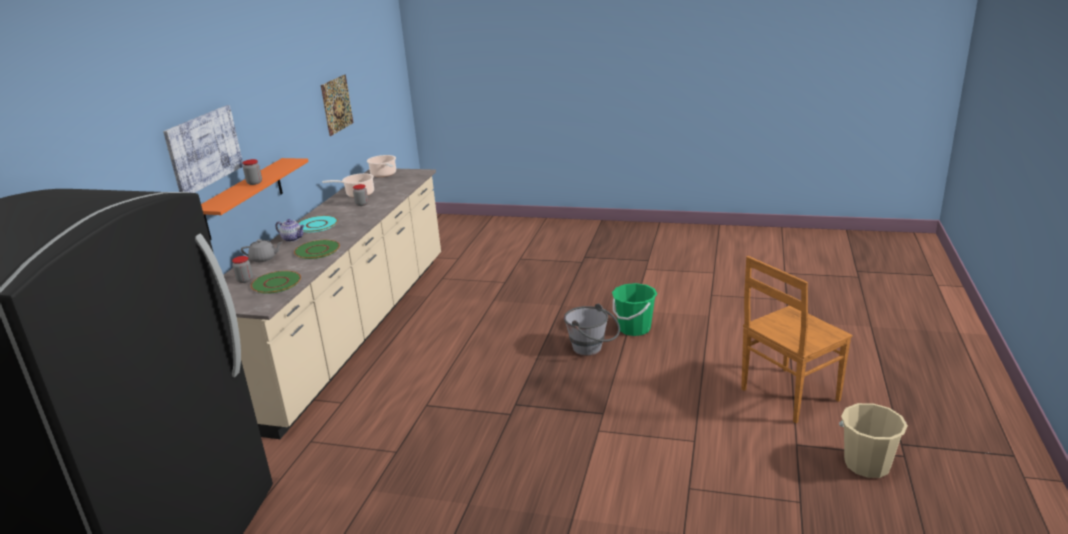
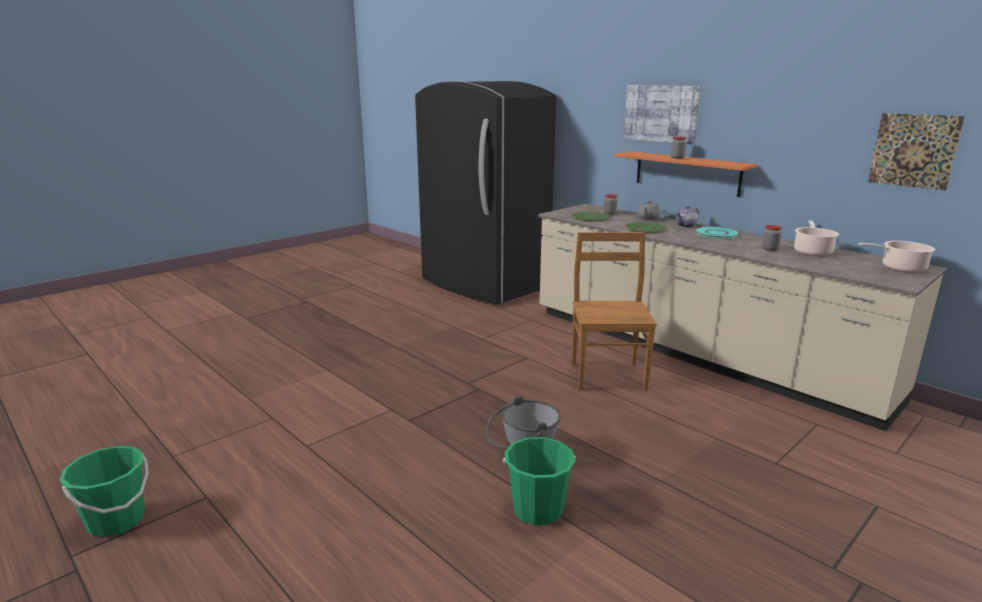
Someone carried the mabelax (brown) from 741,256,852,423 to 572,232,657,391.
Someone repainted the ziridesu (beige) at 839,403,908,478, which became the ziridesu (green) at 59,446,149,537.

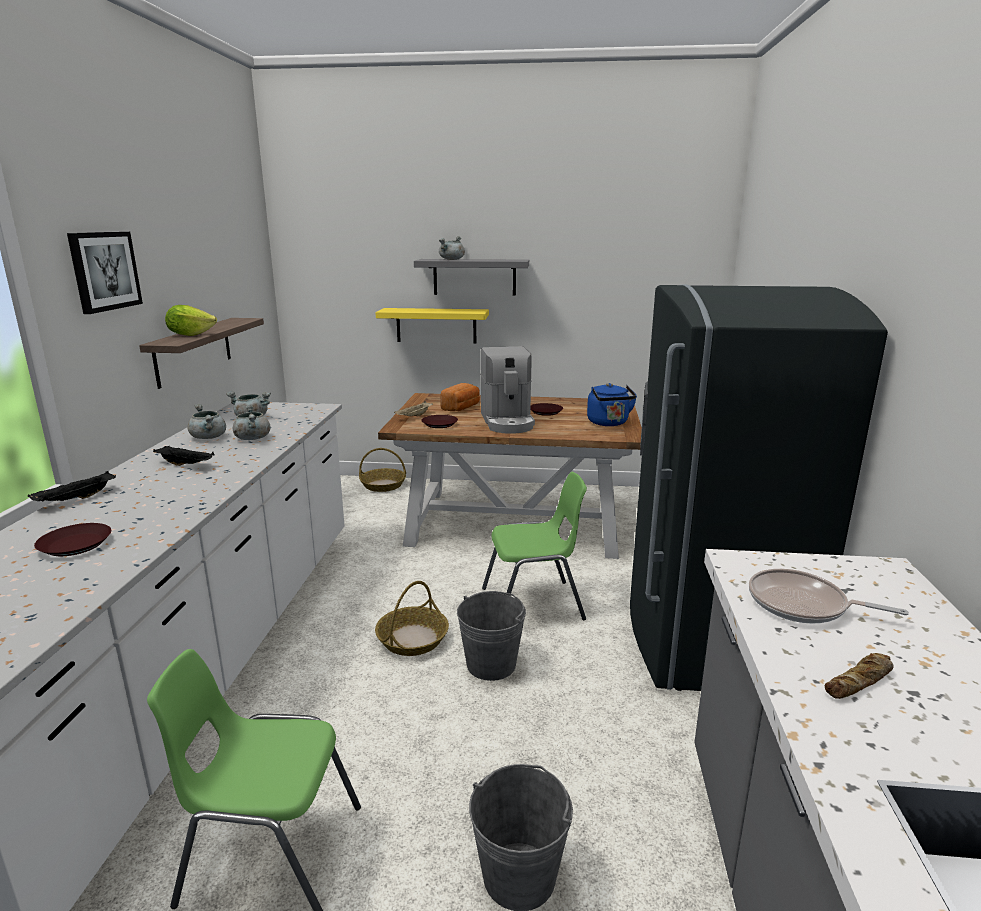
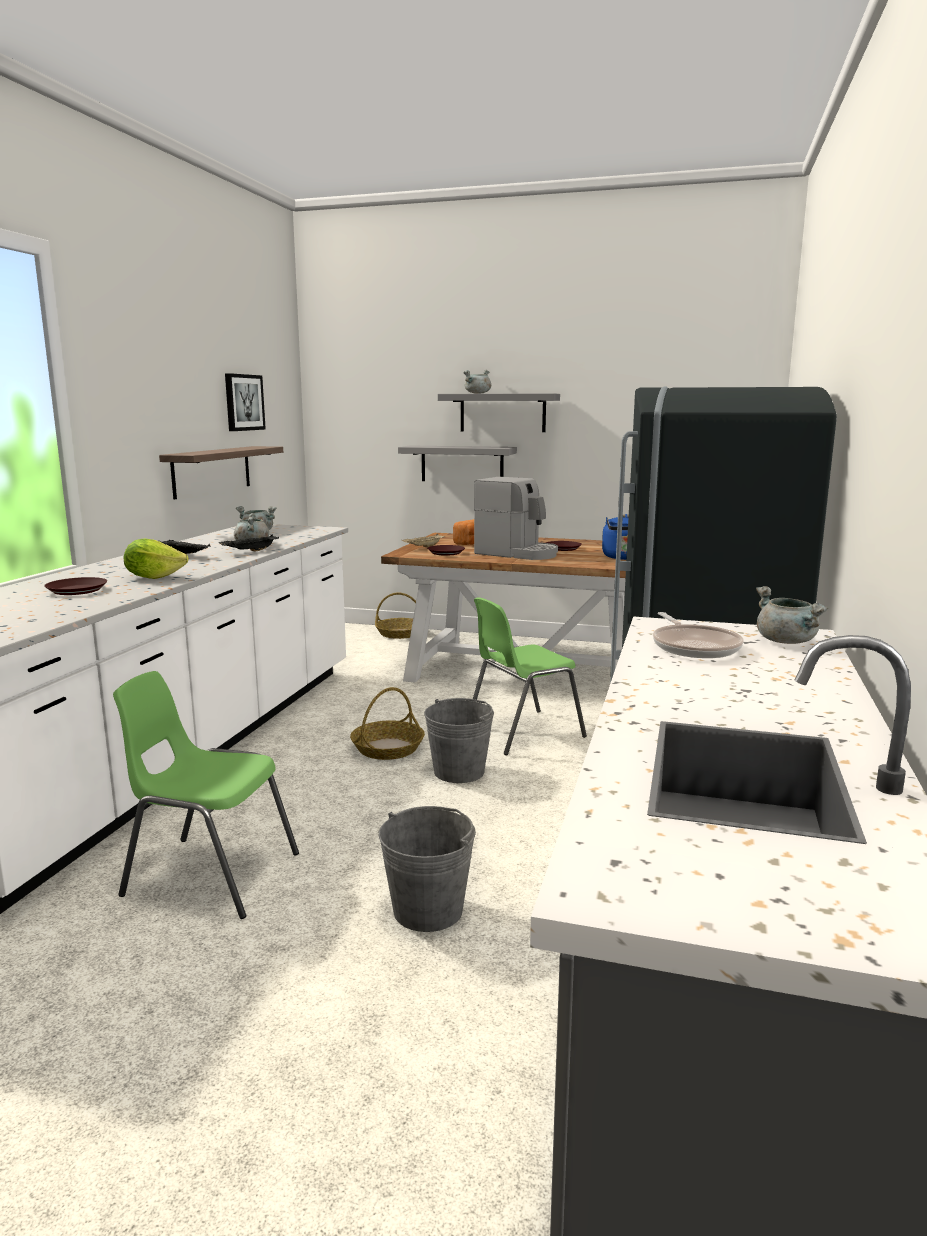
Someone carried the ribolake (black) from 28,471,116,501 to 219,534,279,552.
Someone carried the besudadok from 67,232,143,314 to 225,373,266,431.
Someone carried the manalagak from 165,305,217,336 to 123,539,189,579.
Someone carried the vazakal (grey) from 187,404,226,439 to 756,586,828,644.
Someone repainted the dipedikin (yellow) at 375,308,489,343, which became the dipedikin (grey) at 398,445,517,481.
Someone rotated the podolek at 480,346,535,434 by 60 degrees counterclockwise.
Someone rotated the mabelax (green) at 482,472,587,620 by 150 degrees clockwise.
Someone rotated the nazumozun at 749,569,909,624 by 135 degrees counterclockwise.
Someone took away the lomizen at 824,653,893,699.

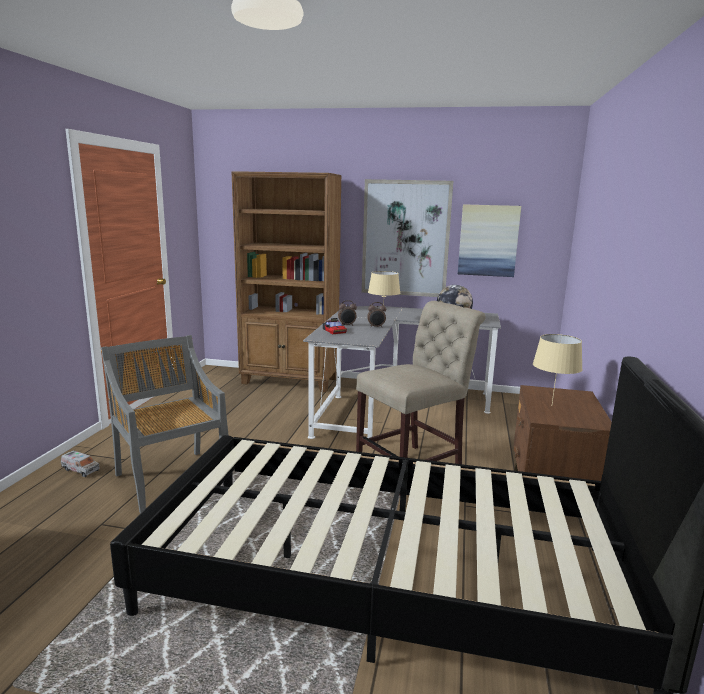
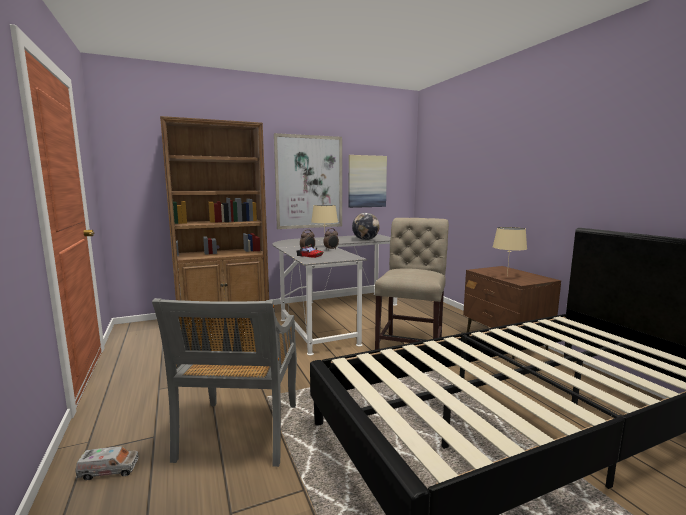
Someone rotated the mabelax (grey) at 101,335,228,514 by 105 degrees counterclockwise.

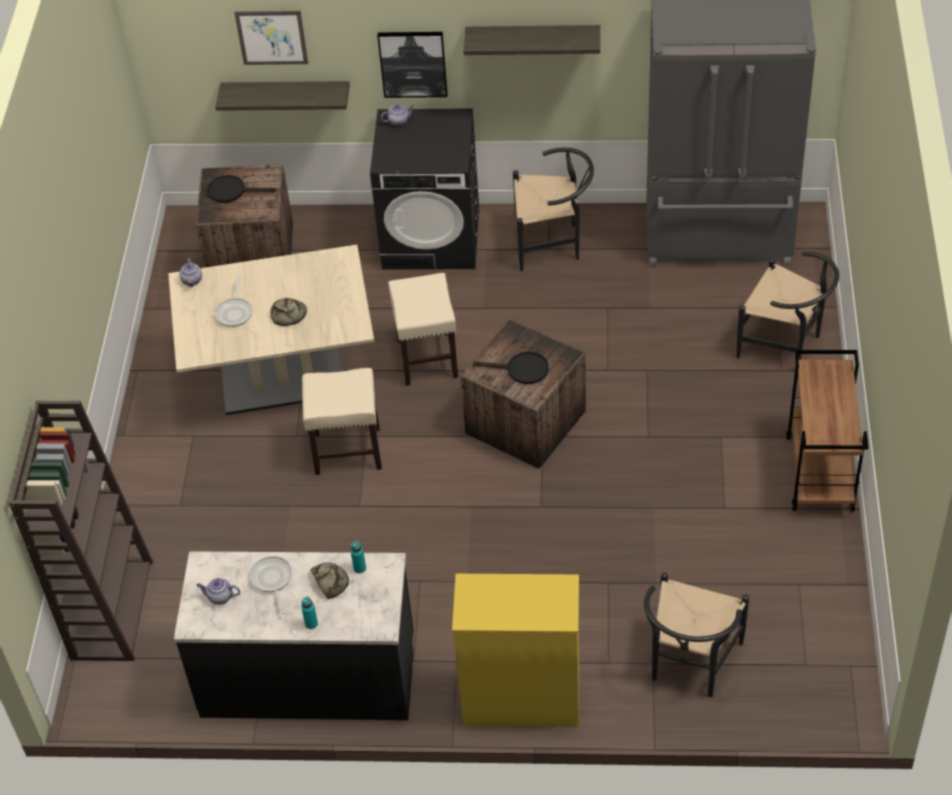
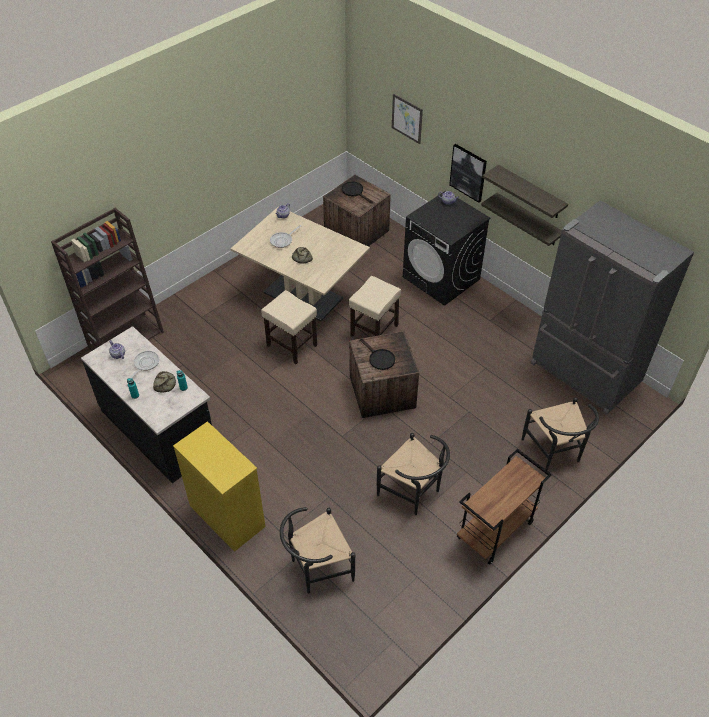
Someone carried the dipedikin from 215,81,350,111 to 481,193,562,246.
Someone carried the mabelax (black) from 513,147,594,271 to 377,433,450,515.

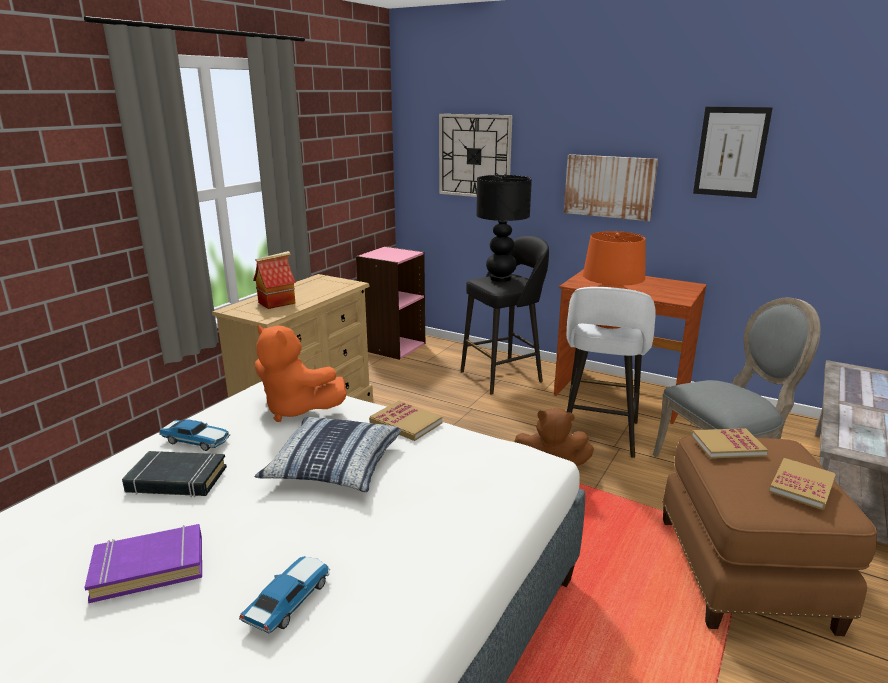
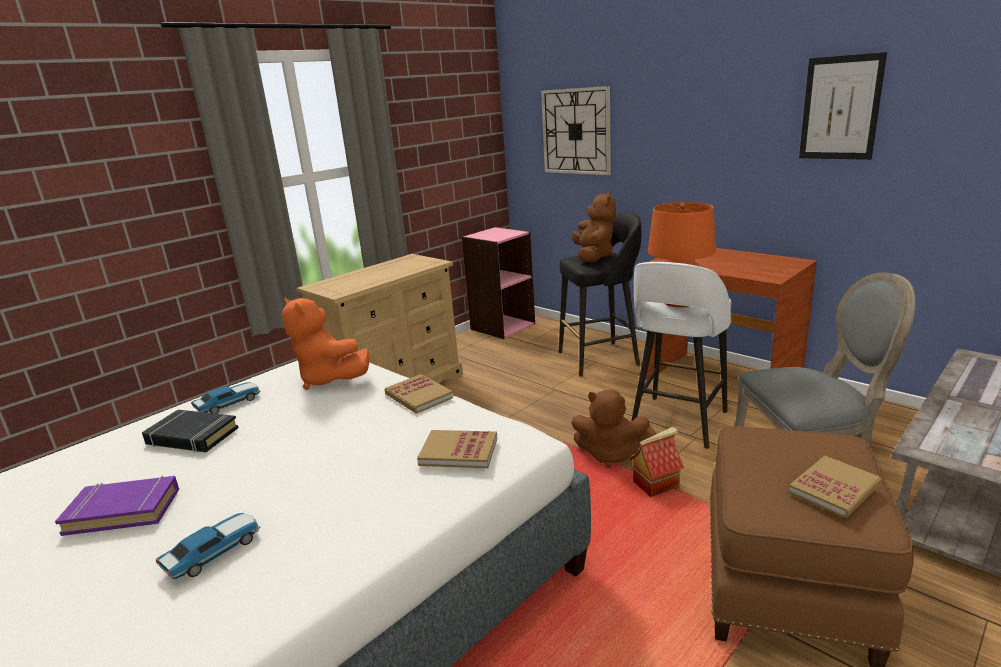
Someone rotated the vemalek at 159,420,230,451 by 75 degrees counterclockwise.
Someone carried the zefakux from 253,251,296,309 to 630,427,684,497.
Someone took away the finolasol at 254,417,401,492.
Someone swapped the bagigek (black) at 476,174,532,282 for the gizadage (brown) at 572,191,616,262.
Someone took away the besudadok at 564,154,658,221.
Someone carried the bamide from 692,428,768,459 to 417,430,497,468.

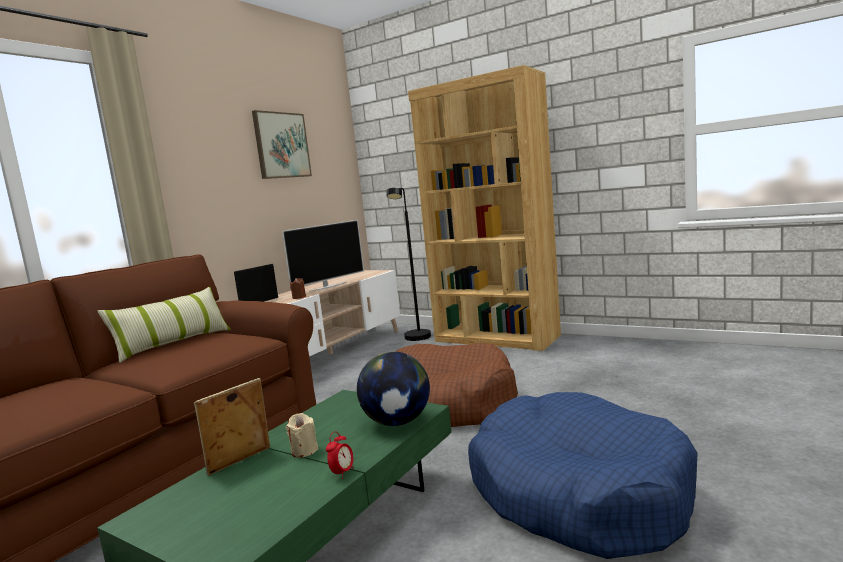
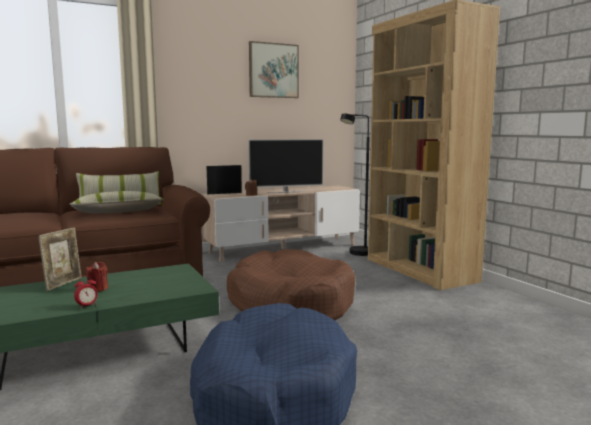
Someone rotated the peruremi at 194,378,270,476 by 120 degrees clockwise.
Someone repainted the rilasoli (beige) at 286,413,318,458, which became the rilasoli (red) at 86,262,108,292.
Someone took away the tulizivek at 357,352,430,426.
Someone put down the finolasol at 69,191,164,213.

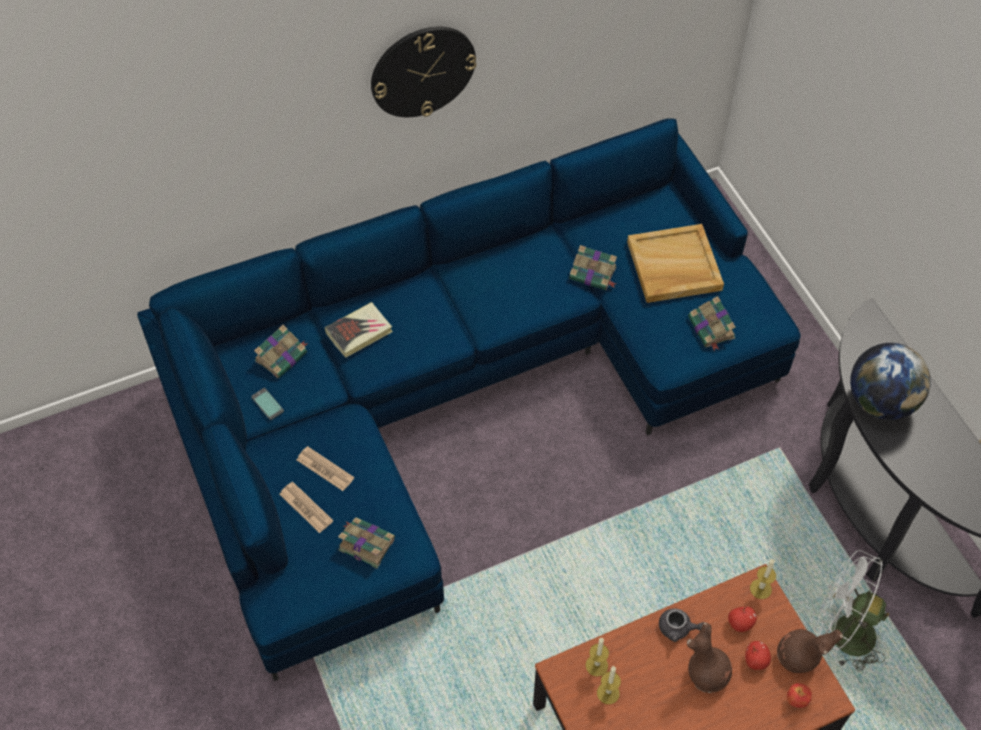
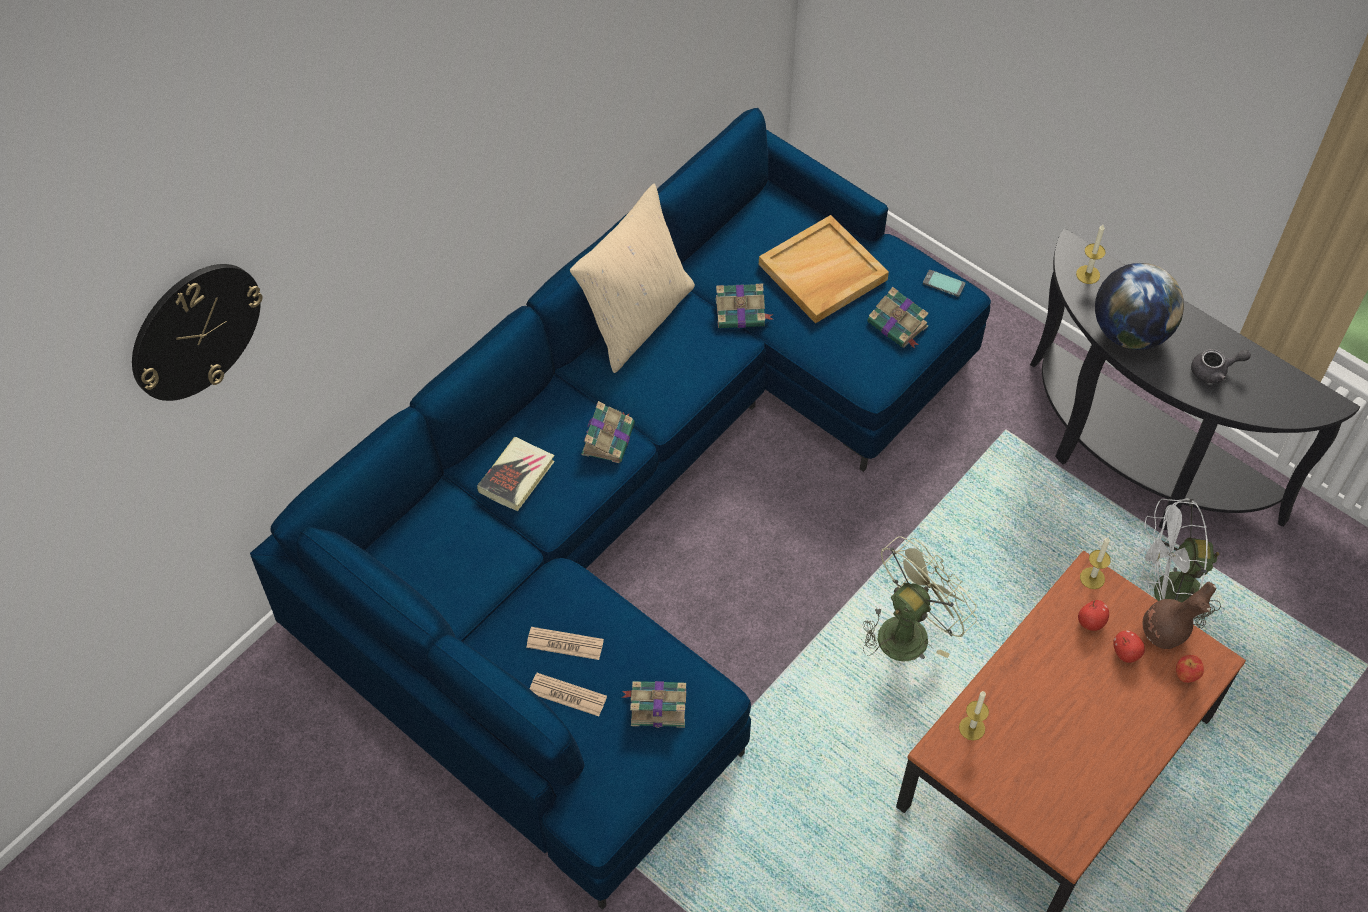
Someone carried the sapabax from 251,388,284,420 to 923,270,965,297.
Someone carried the bamide from 254,325,308,378 to 581,401,635,463.
Someone carried the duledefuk from 371,26,477,117 to 132,264,263,401.
Someone carried the rilasoli from 597,666,621,704 to 1076,225,1105,284.
Someone carried the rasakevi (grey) from 659,608,706,642 to 1191,349,1251,384.
Someone took away the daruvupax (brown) at 687,623,732,693.
Someone put down the finolasol (beige) at 570,184,695,373.
Someone put down the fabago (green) at 863,536,977,661.

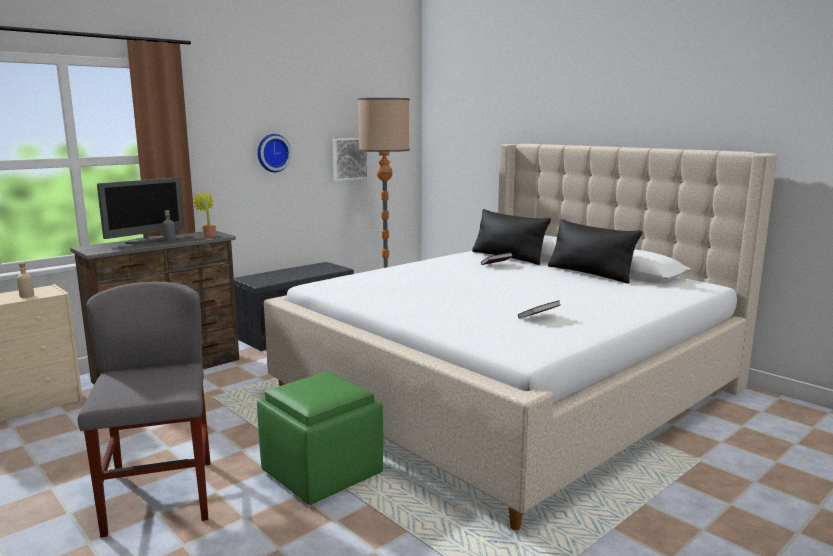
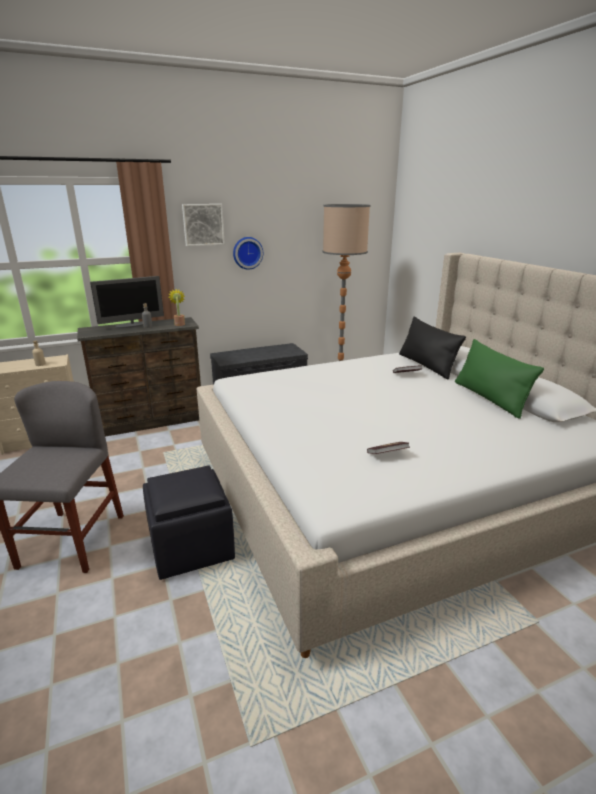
Someone repainted the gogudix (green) at 257,372,383,505, which became the gogudix (black) at 143,465,235,580.
Someone carried the besudadok from 333,138,369,181 to 182,204,225,246.
Someone repainted the finolasol (black) at 548,219,642,284, which became the finolasol (green) at 455,339,544,419.

